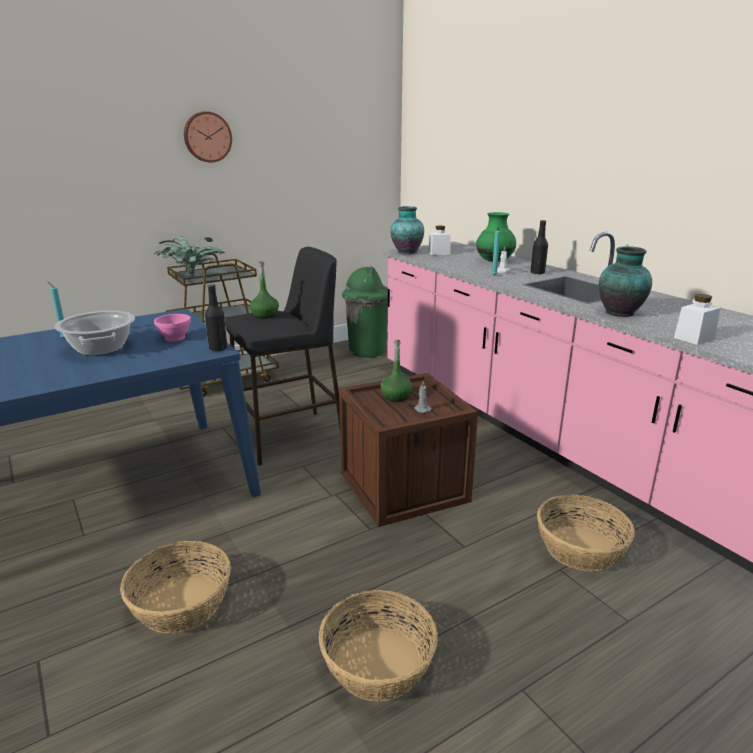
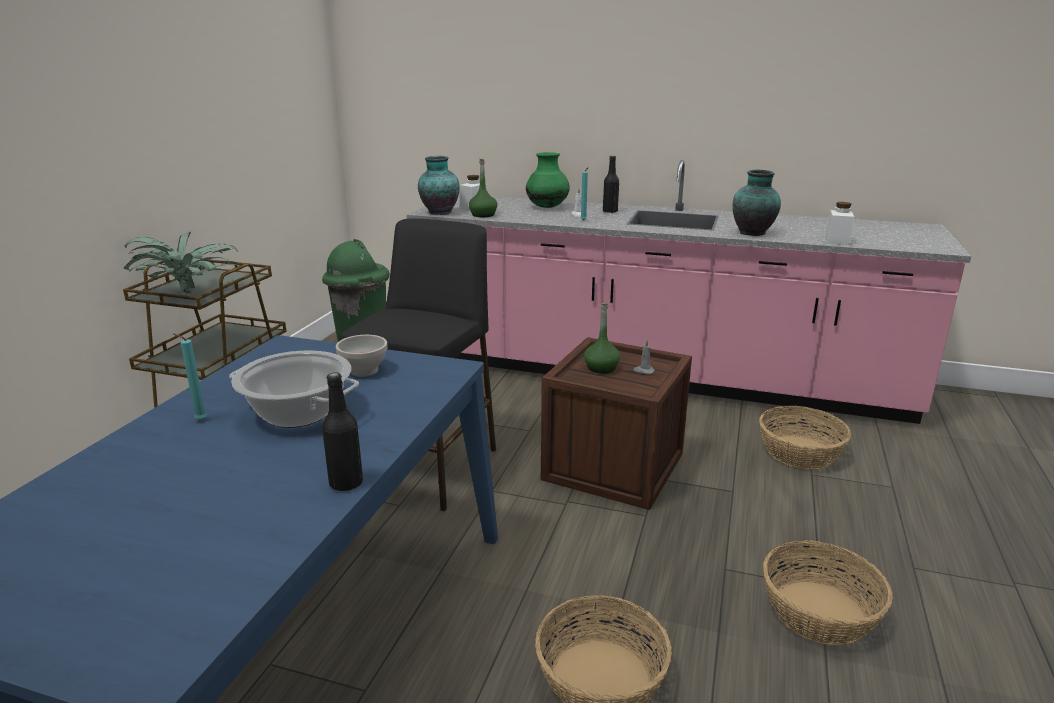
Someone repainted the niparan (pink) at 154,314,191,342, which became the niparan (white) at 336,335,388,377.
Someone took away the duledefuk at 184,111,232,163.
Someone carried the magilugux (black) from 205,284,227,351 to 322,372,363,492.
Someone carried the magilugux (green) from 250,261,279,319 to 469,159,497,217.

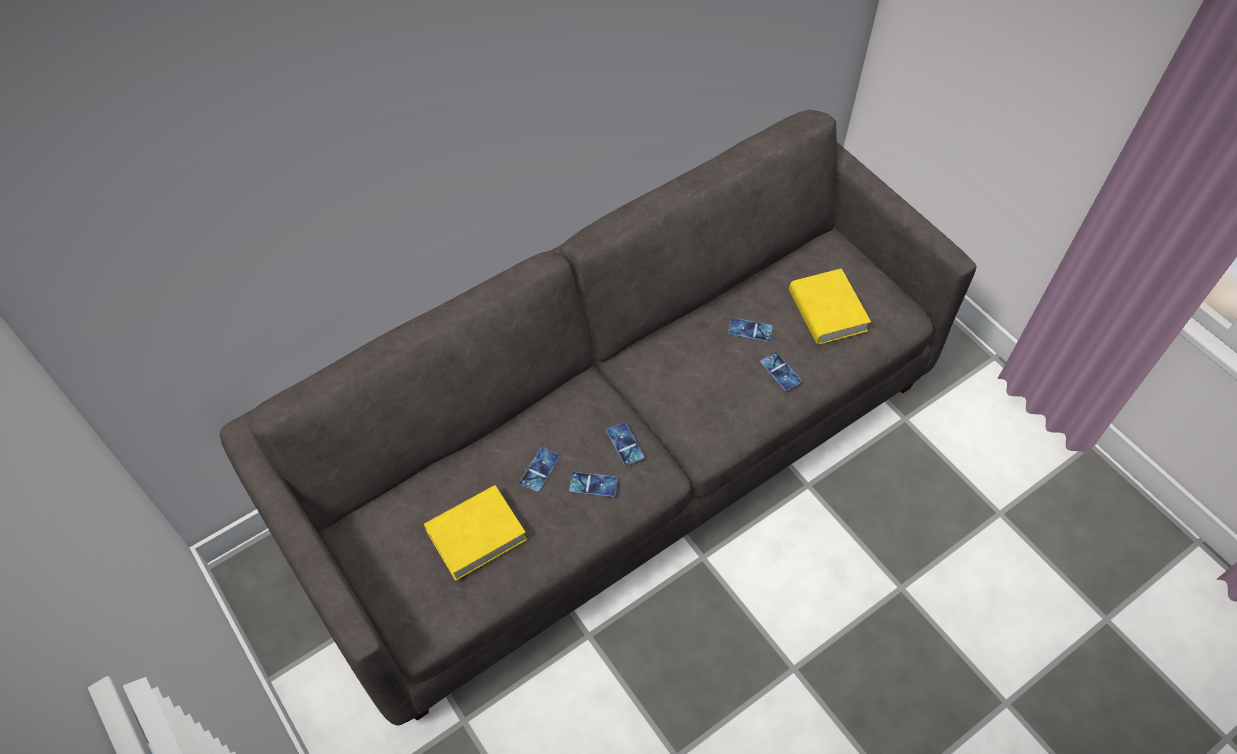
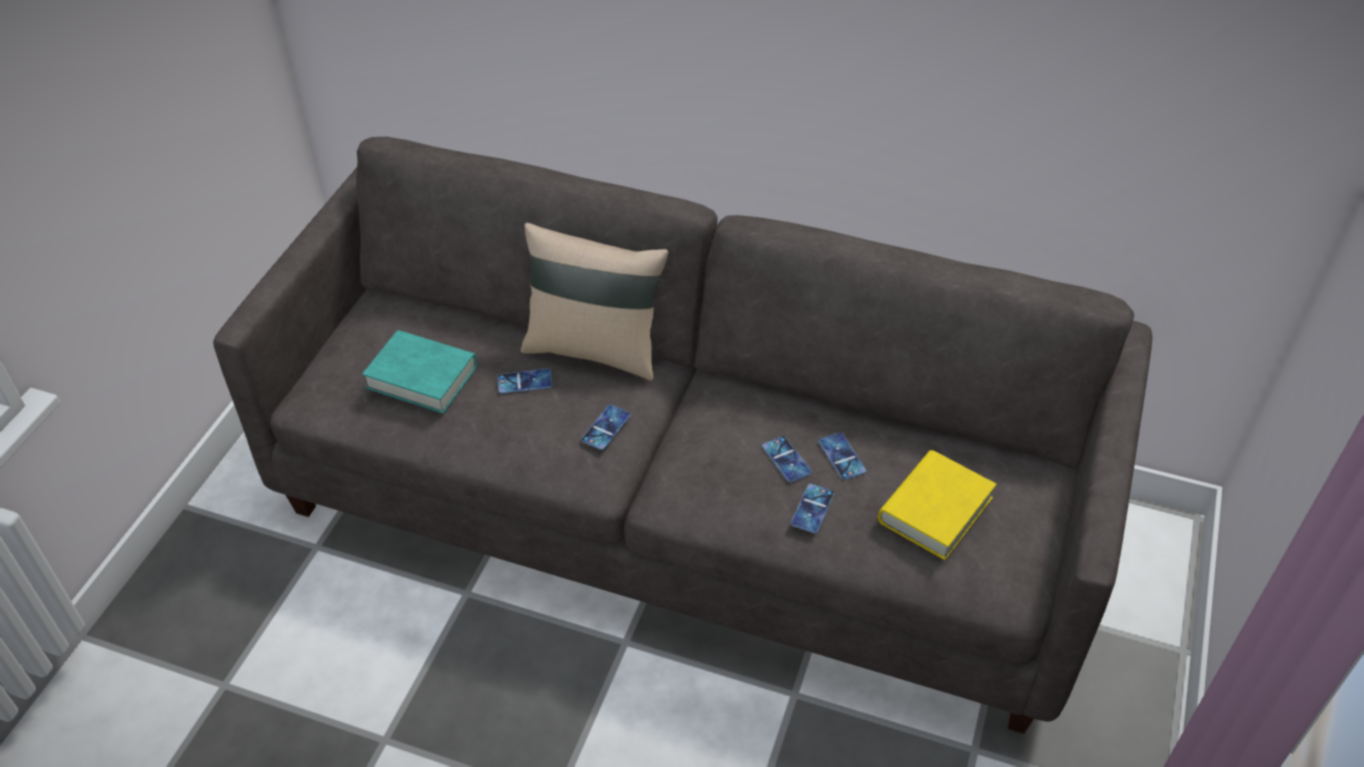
Someone repainted the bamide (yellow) at 424,485,527,581, which became the bamide (turquoise) at 362,330,477,414.
Someone carried the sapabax from 569,472,618,497 to 762,436,812,482.
Someone put down the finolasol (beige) at 520,223,668,381.

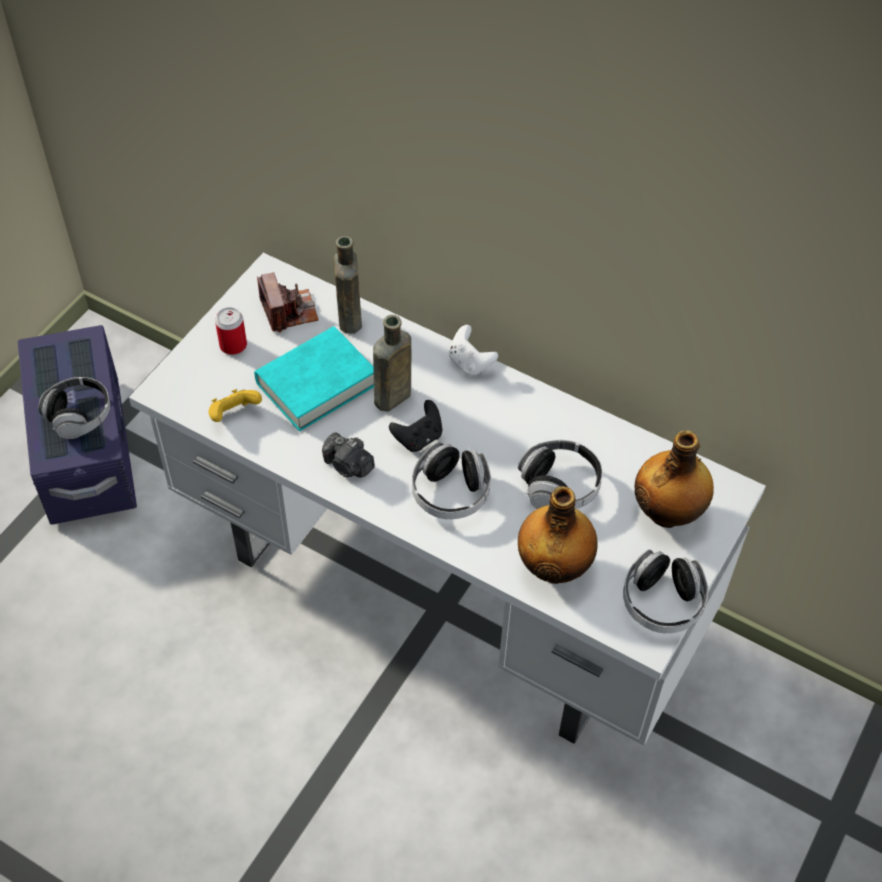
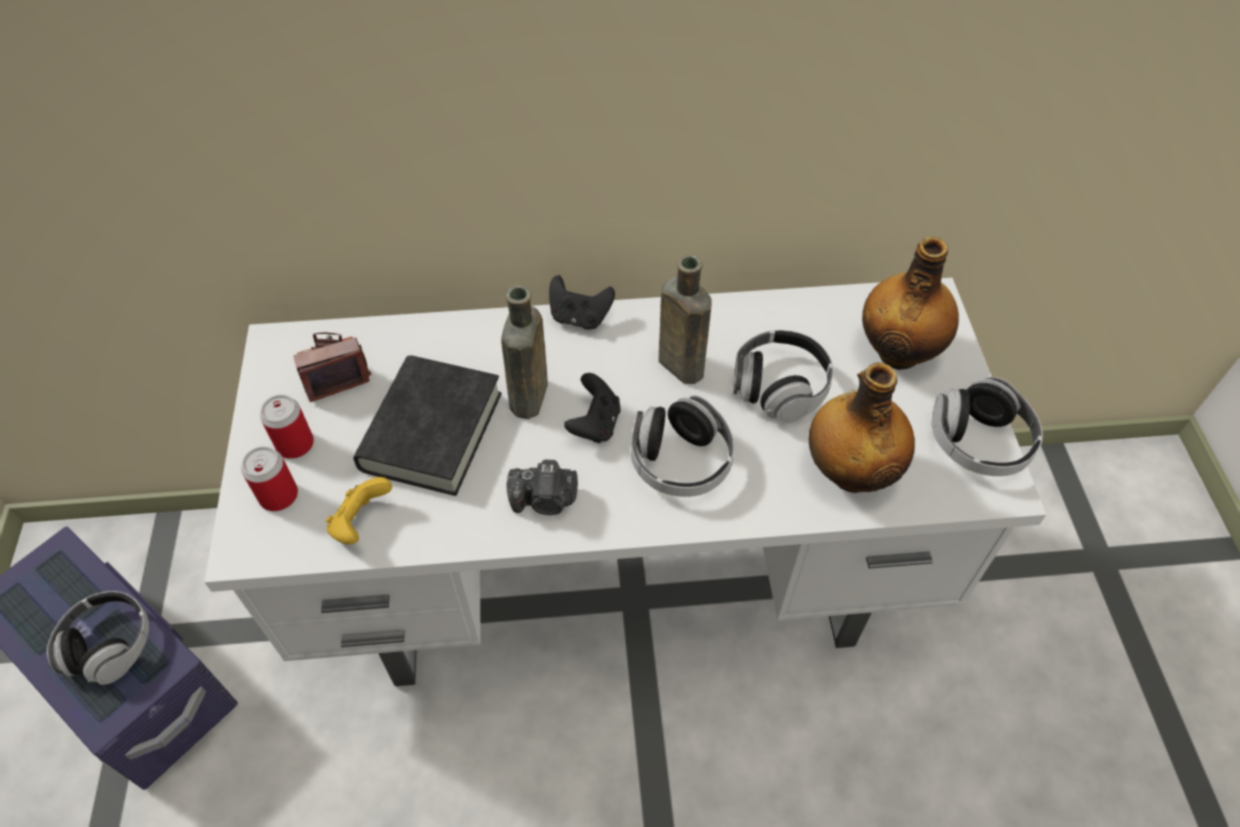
Someone repainted the bamide (turquoise) at 254,326,374,431, which became the bamide (black) at 353,355,502,496.
Someone rotated the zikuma at 257,272,319,332 by 60 degrees counterclockwise.
Someone carried the magilugux (brown) from 334,236,362,334 to 659,255,712,384.
Someone repainted the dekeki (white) at 449,325,498,376, which became the dekeki (black) at 549,275,615,329.
Someone put down the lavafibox at 241,446,298,511.

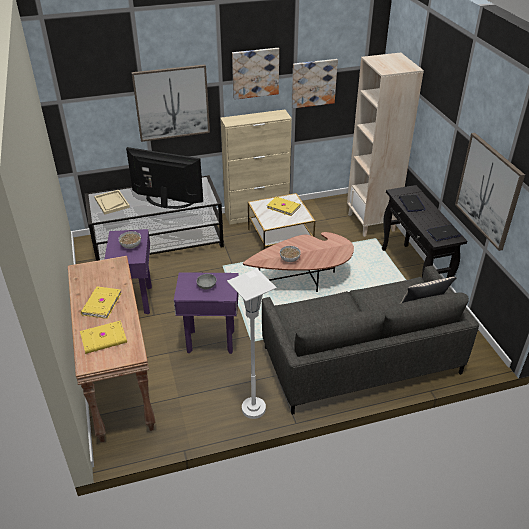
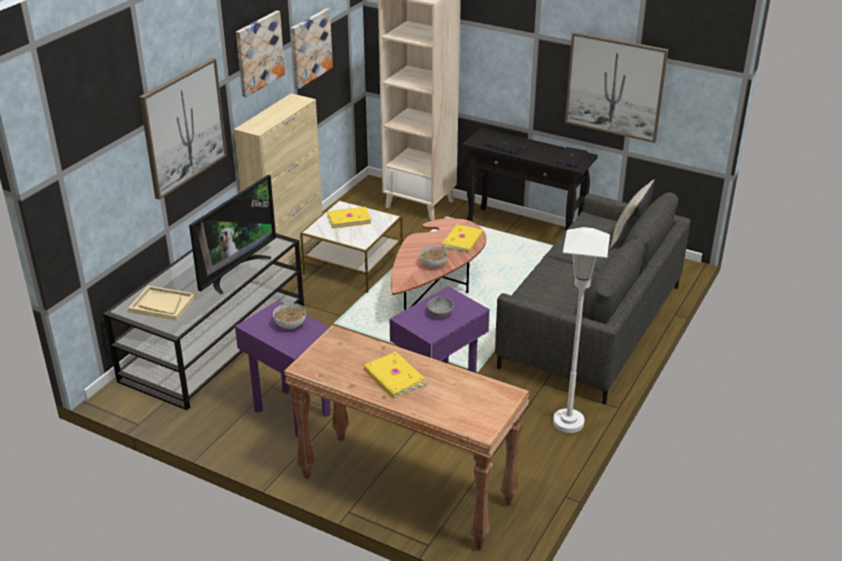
Someone carried the bamide (yellow) from 80,320,127,354 to 442,224,483,253.
Someone rotated the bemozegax at 126,147,203,209 by 150 degrees clockwise.

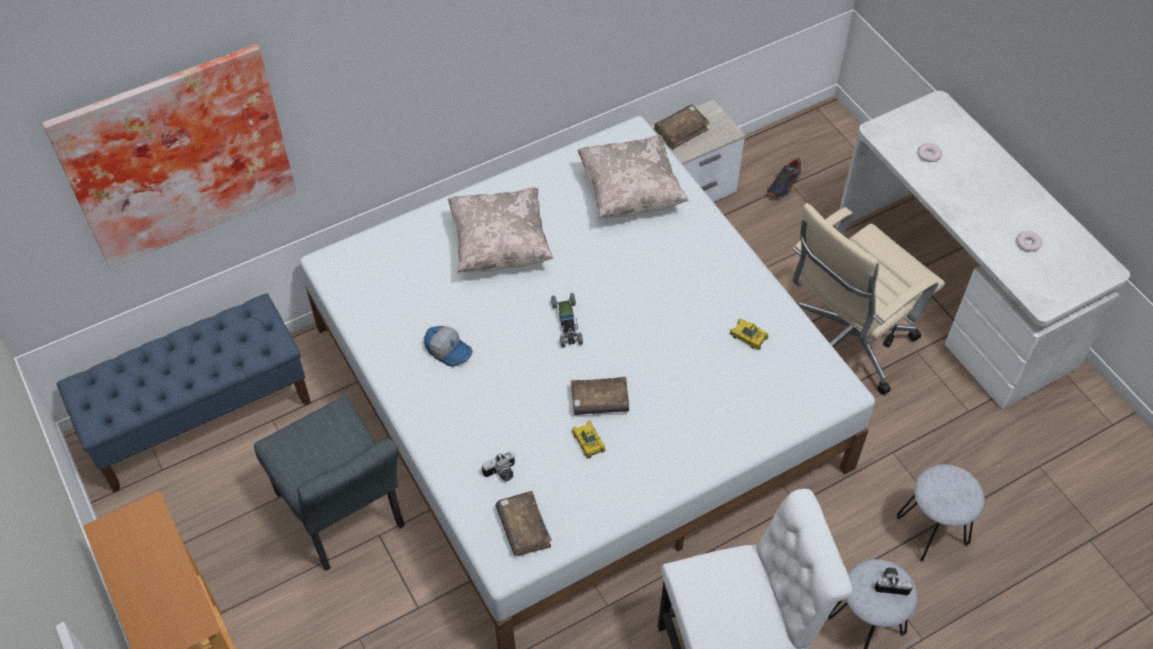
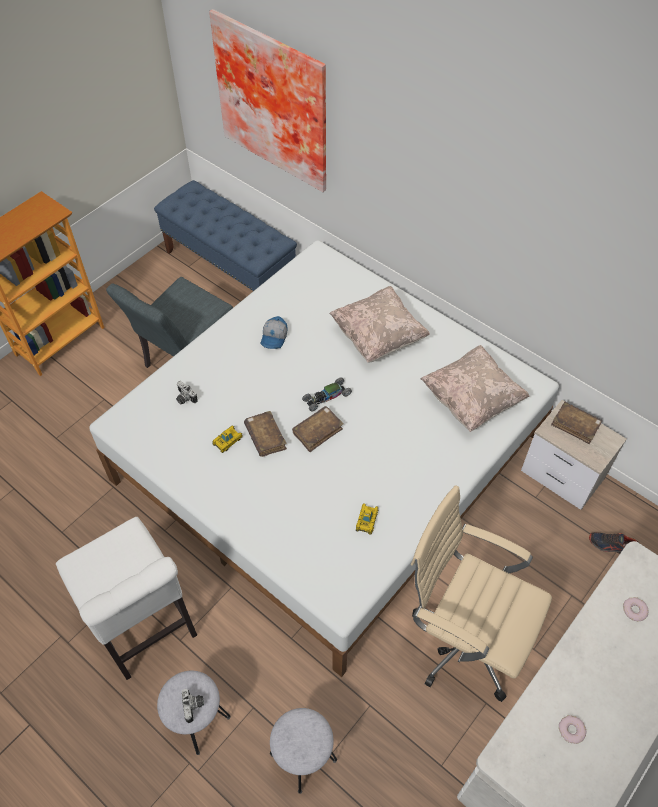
Someone carried the bamide (brown) from 495,491,552,556 to 292,406,344,452.

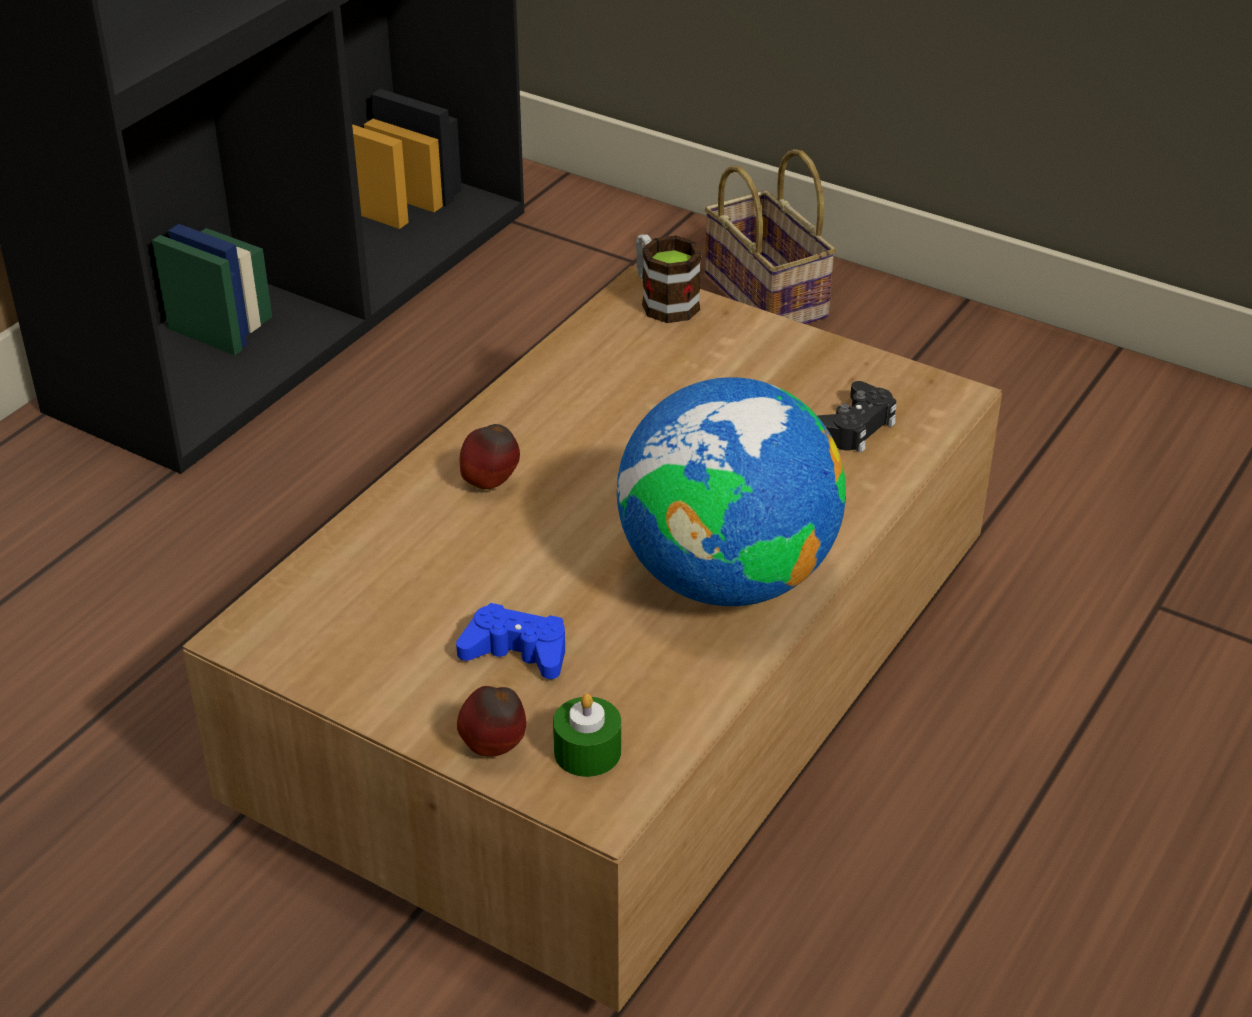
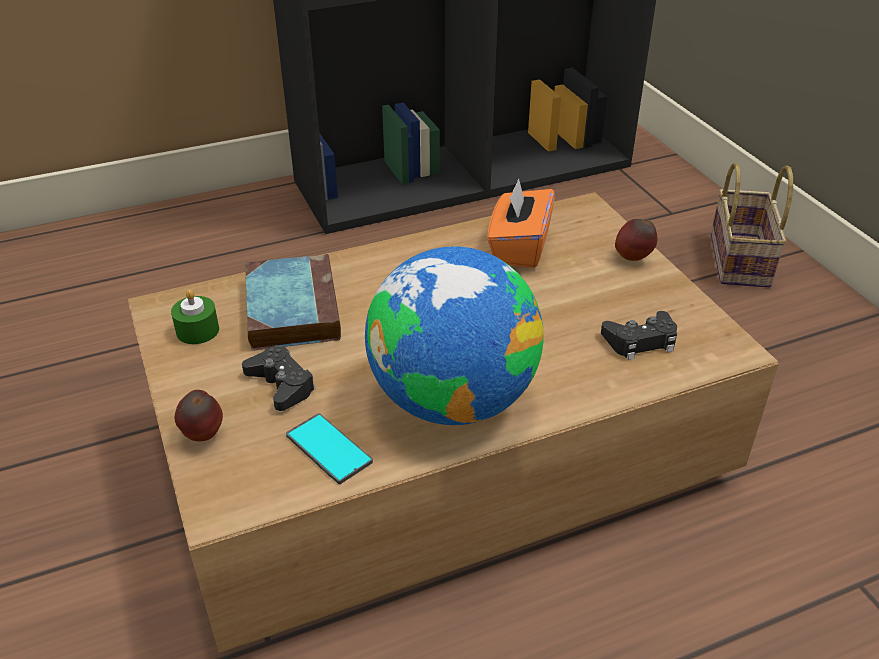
Someone repainted the dekeki (blue) at 456,603,565,679, which became the dekeki (black) at 242,346,316,411.
Someone carried the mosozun from 460,424,520,490 to 615,219,657,261.
Someone carried the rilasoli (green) from 553,693,621,777 to 171,290,219,344.
Someone took away the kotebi at 636,234,702,323.
Someone put down the bamide at 245,254,341,351.
Someone put down the sapabax at 286,413,373,484.
Someone put down the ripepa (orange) at 487,178,555,268.

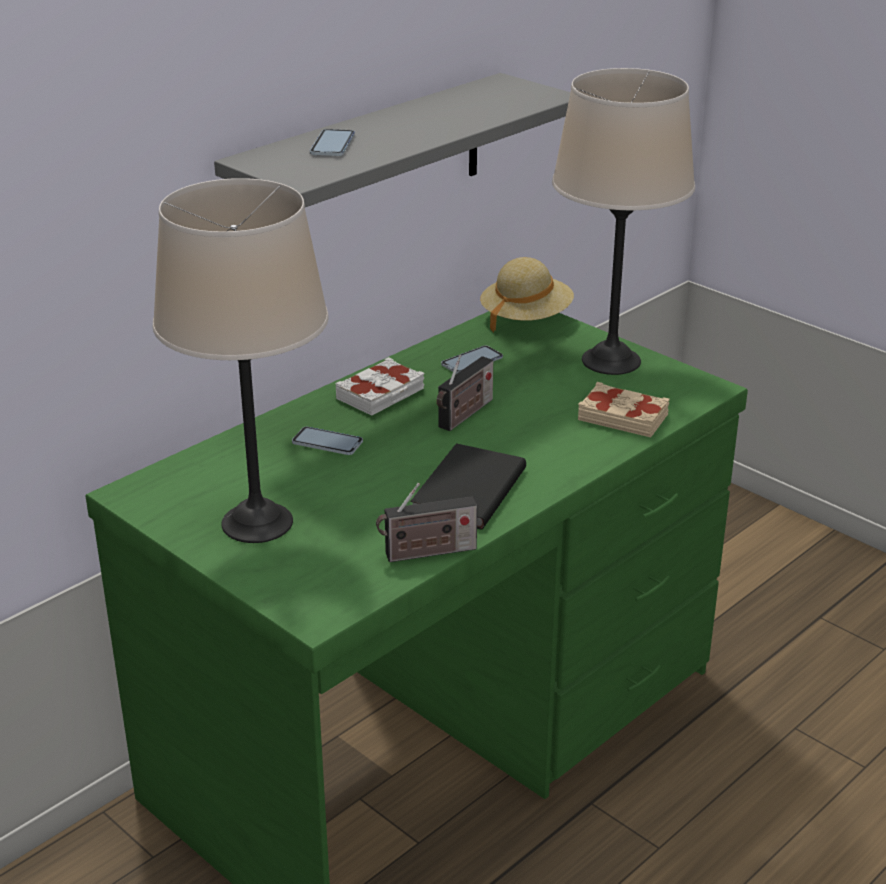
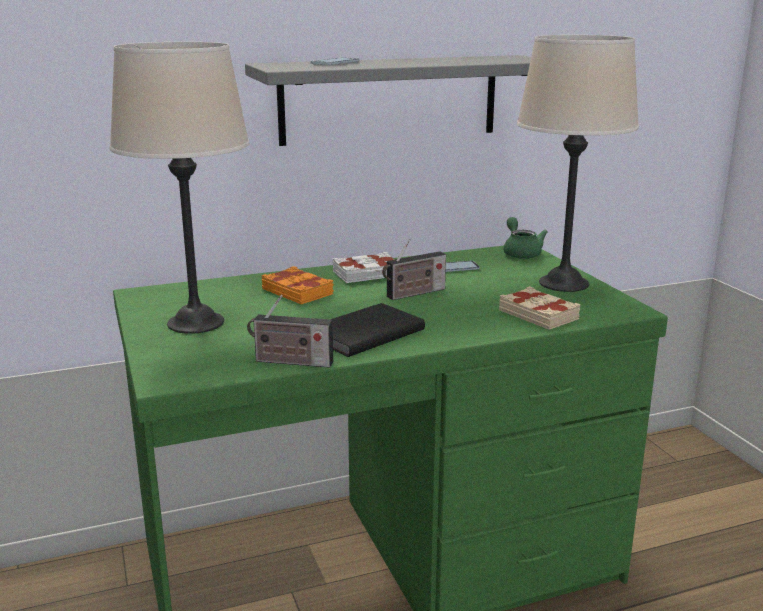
Someone swapped the sapabax at 292,427,363,455 for the bamide (orange) at 261,266,334,304.
Someone swapped the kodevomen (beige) at 480,257,574,333 for the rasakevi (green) at 503,217,548,259.

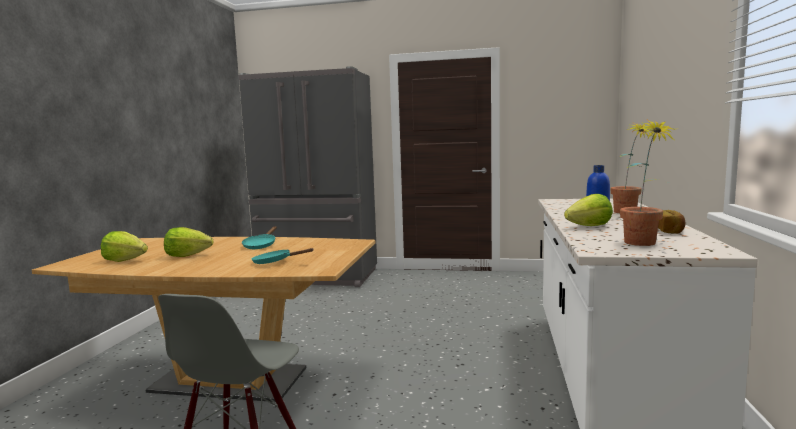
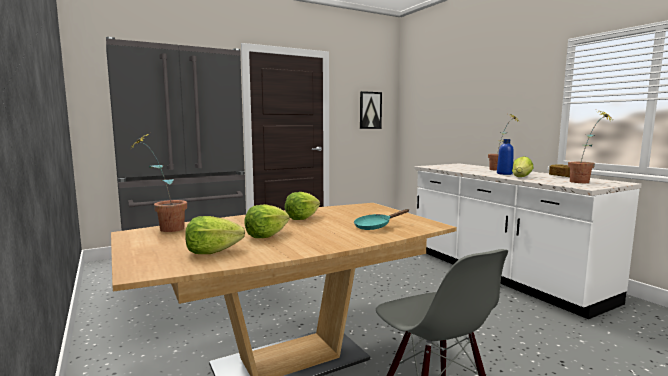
Someone swapped the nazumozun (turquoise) at 242,226,277,249 for the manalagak at 284,192,320,220.
Someone put down the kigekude at 131,134,187,232.
Someone put up the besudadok at 360,91,382,129.

